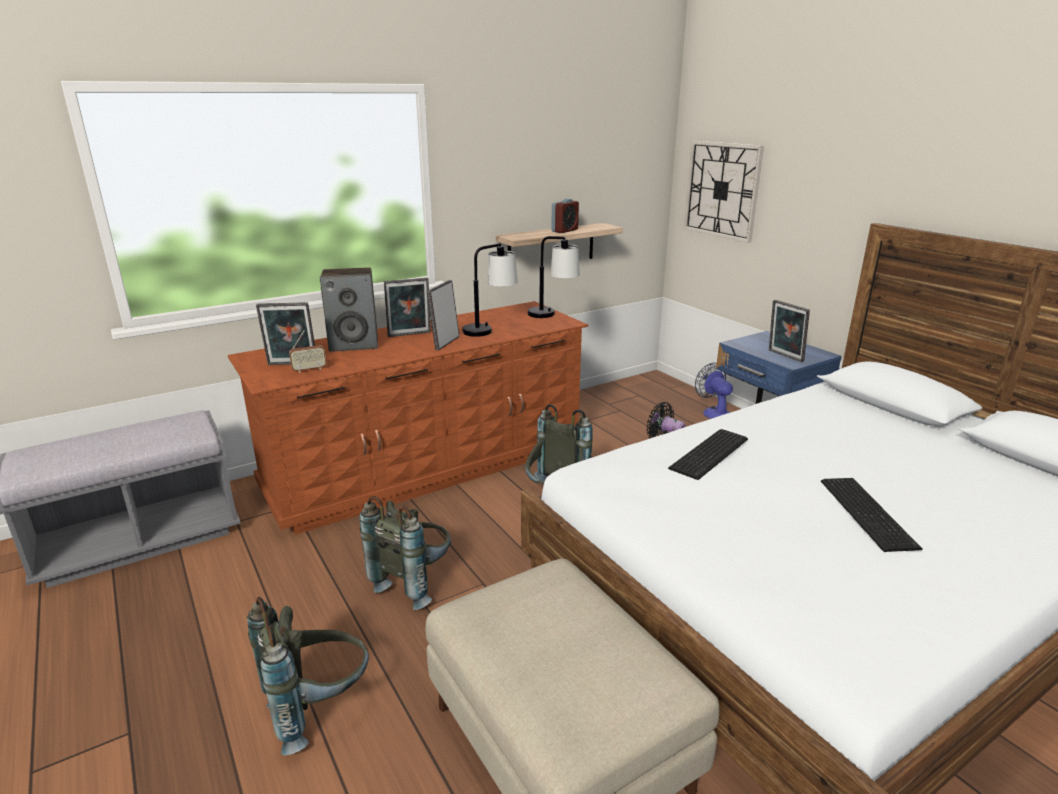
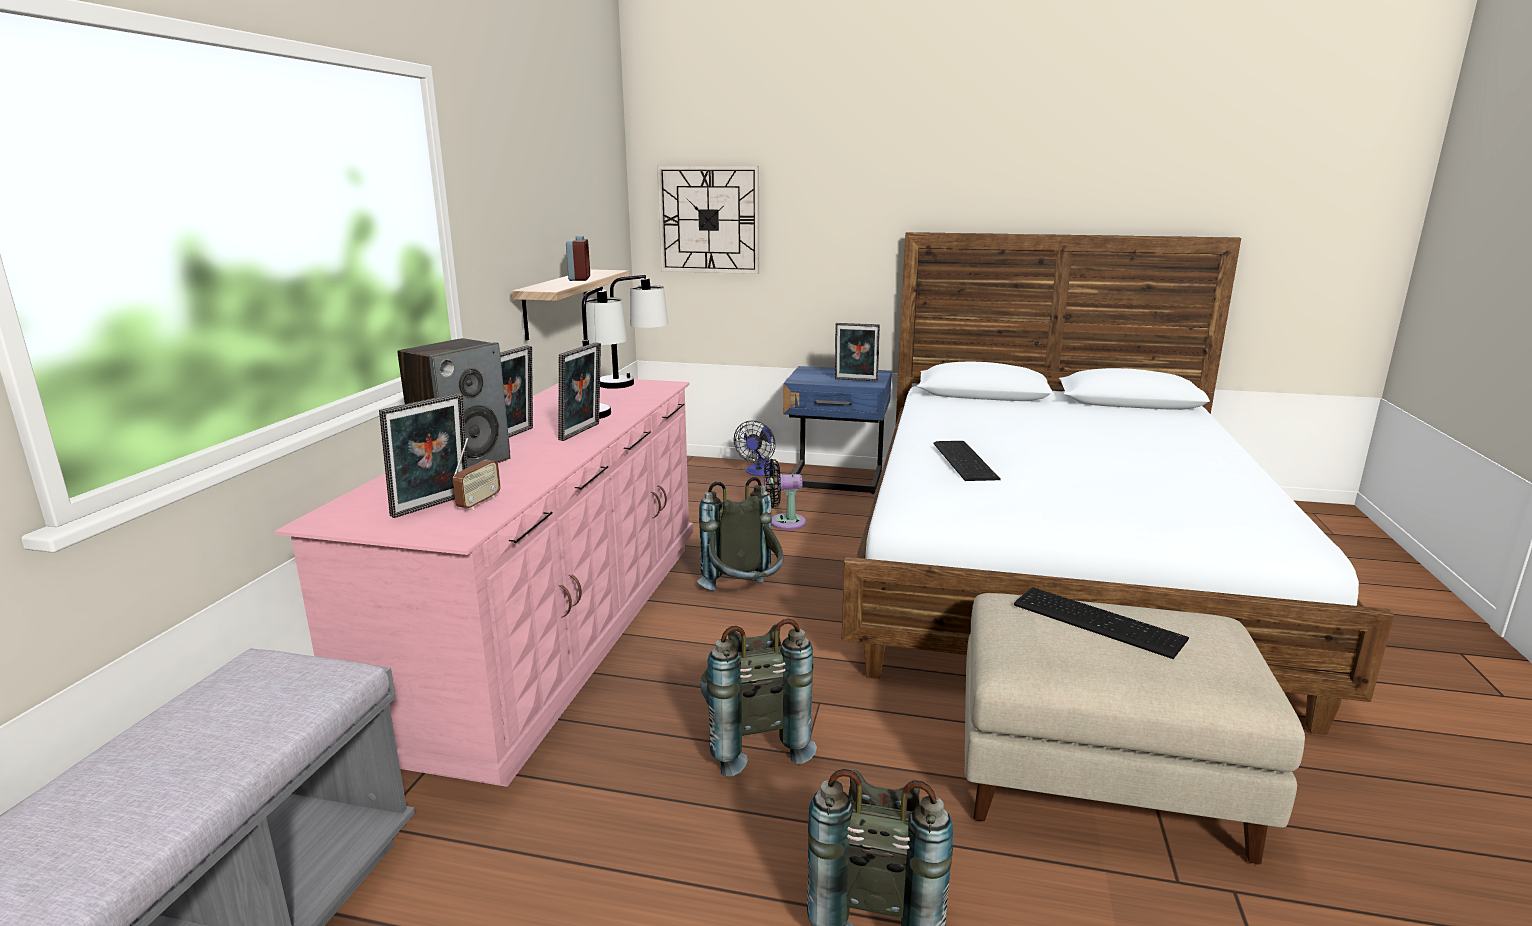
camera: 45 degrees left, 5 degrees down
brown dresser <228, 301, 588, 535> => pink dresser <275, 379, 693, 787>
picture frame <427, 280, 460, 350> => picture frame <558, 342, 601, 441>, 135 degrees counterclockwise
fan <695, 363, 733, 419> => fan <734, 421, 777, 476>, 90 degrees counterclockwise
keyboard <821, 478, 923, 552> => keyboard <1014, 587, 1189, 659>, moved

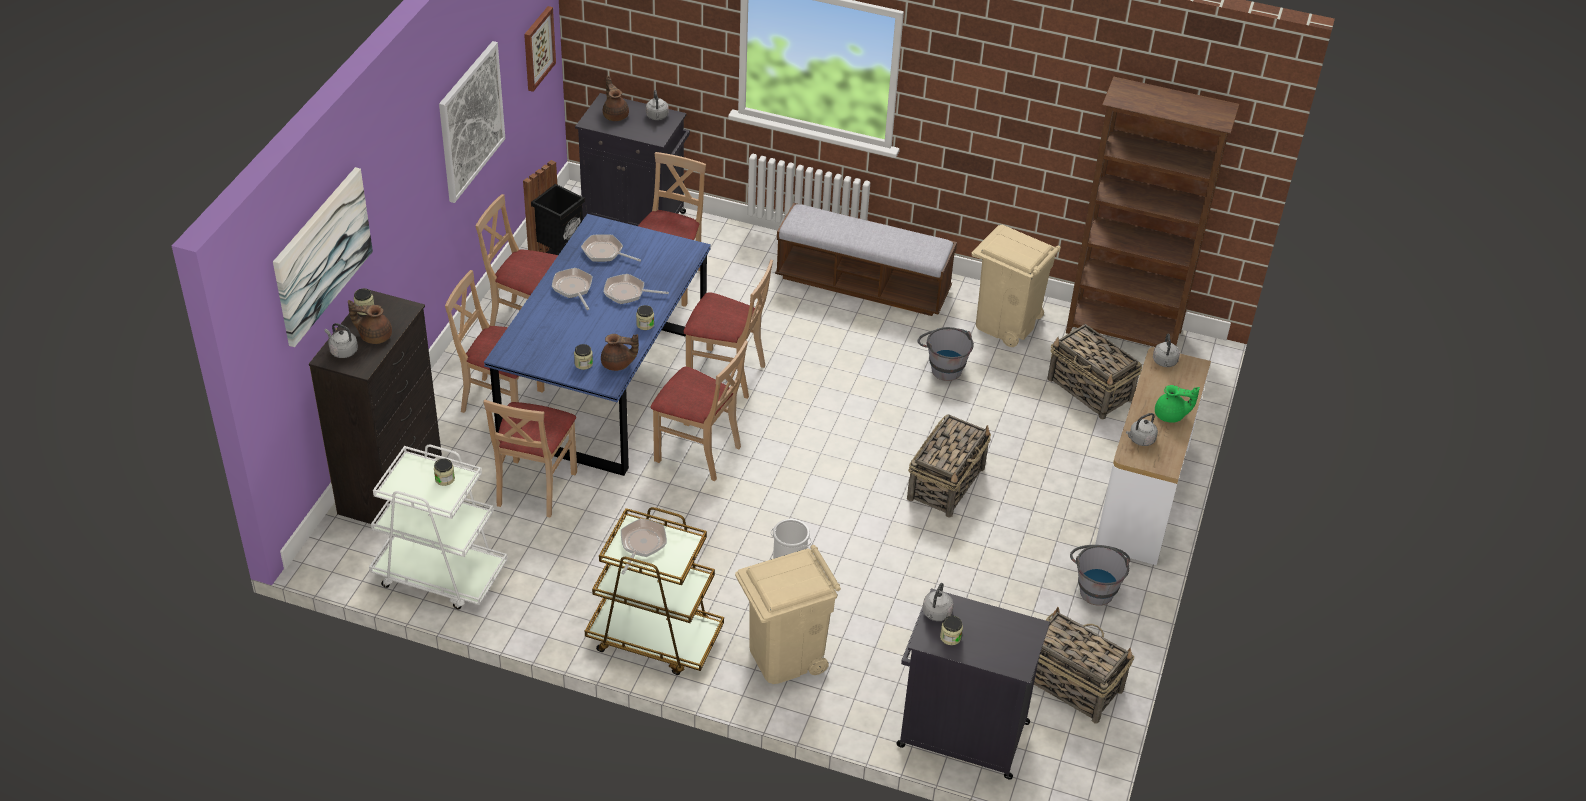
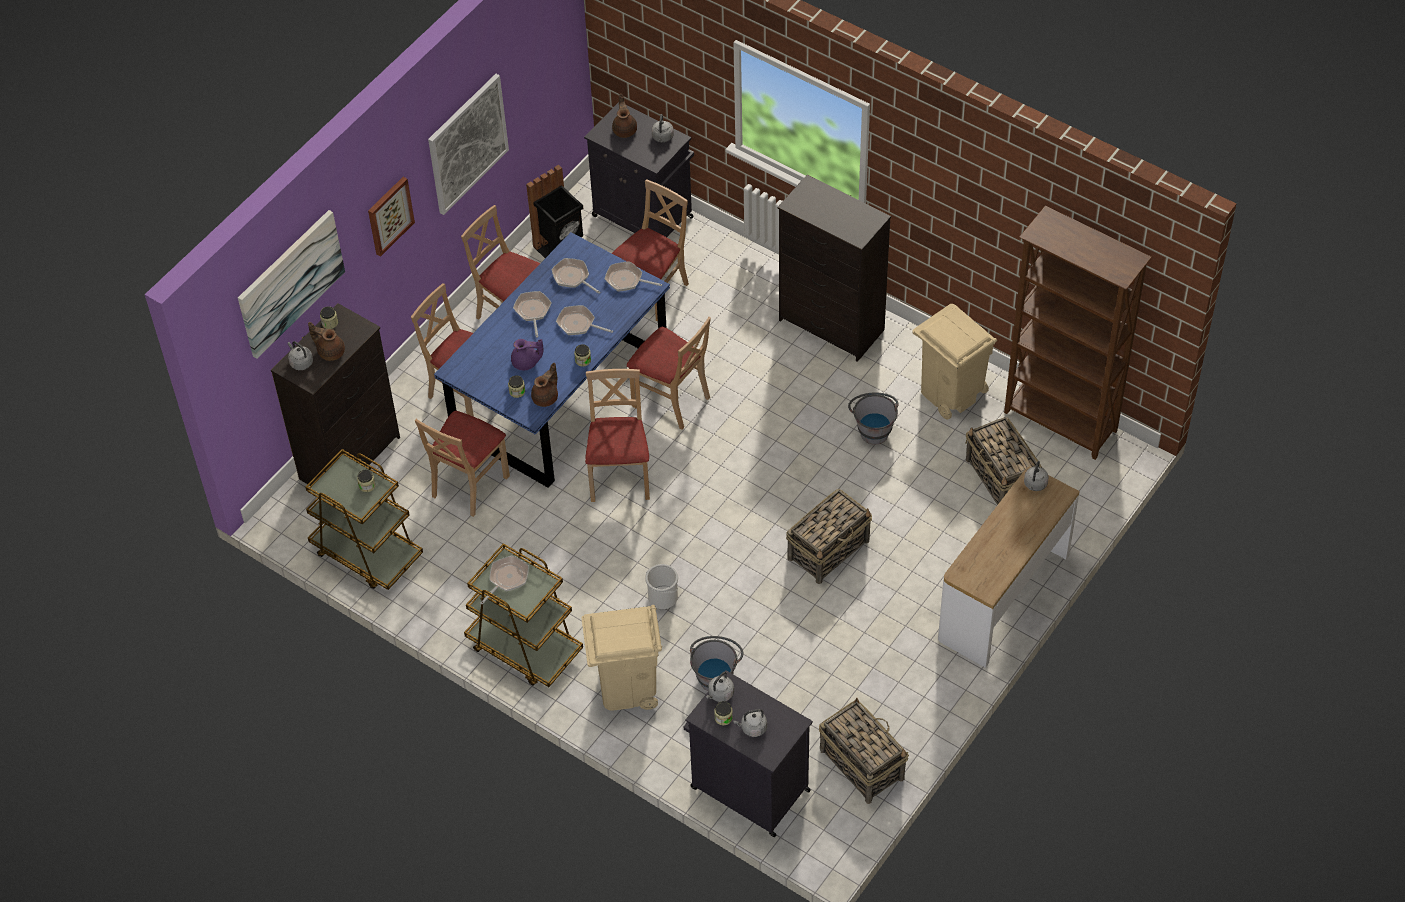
camera: 20 degrees right, 10 degrees up
white cart <369, 444, 508, 609> => brown cart <306, 449, 423, 590>
picture <524, 6, 556, 92> => picture <368, 177, 415, 257>, moved
brown teapot <601, 334, 639, 371> => brown teapot <531, 363, 558, 407>, 75 degrees counterclockwise
beige chair <651, 340, 748, 481> => beige chair <585, 369, 650, 502>, 135 degrees counterclockwise
bench <775, 203, 957, 316> => black dresser <778, 175, 891, 362>
grey bucket <1070, 545, 1130, 606> => grey bucket <690, 636, 743, 691>, moved
grey kettle <1126, 413, 1158, 446> => grey kettle <733, 709, 767, 737>, moved
green teapot <1155, 385, 1200, 423> => nothing
nothing => purple teapot <511, 339, 543, 370>
nothing => frying pan <605, 261, 662, 292>

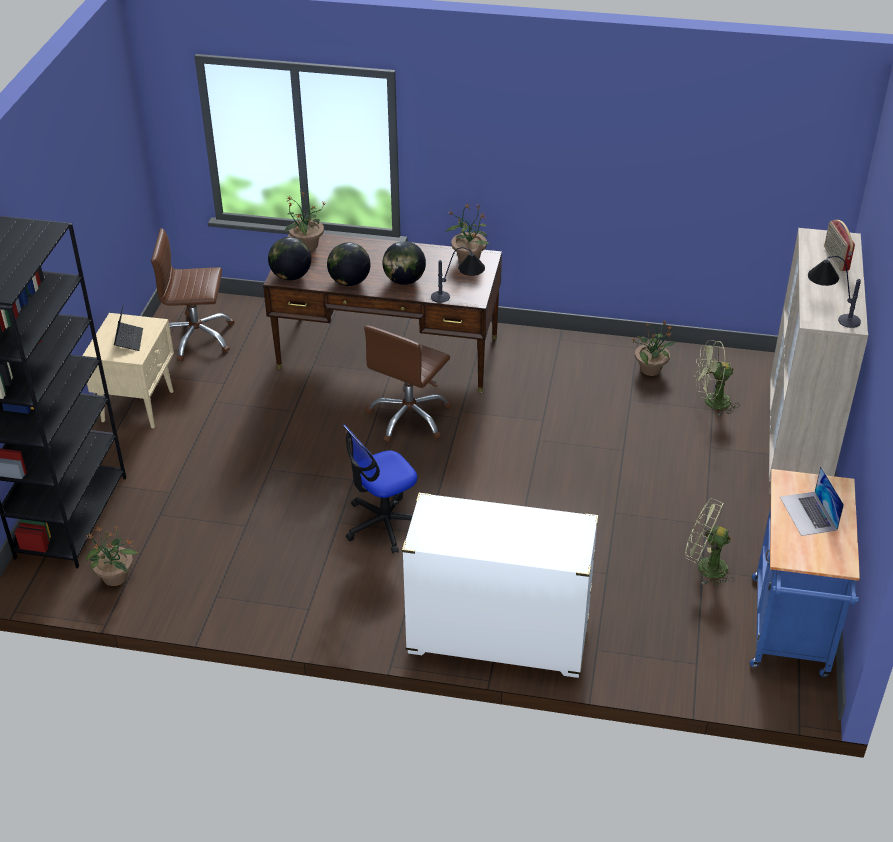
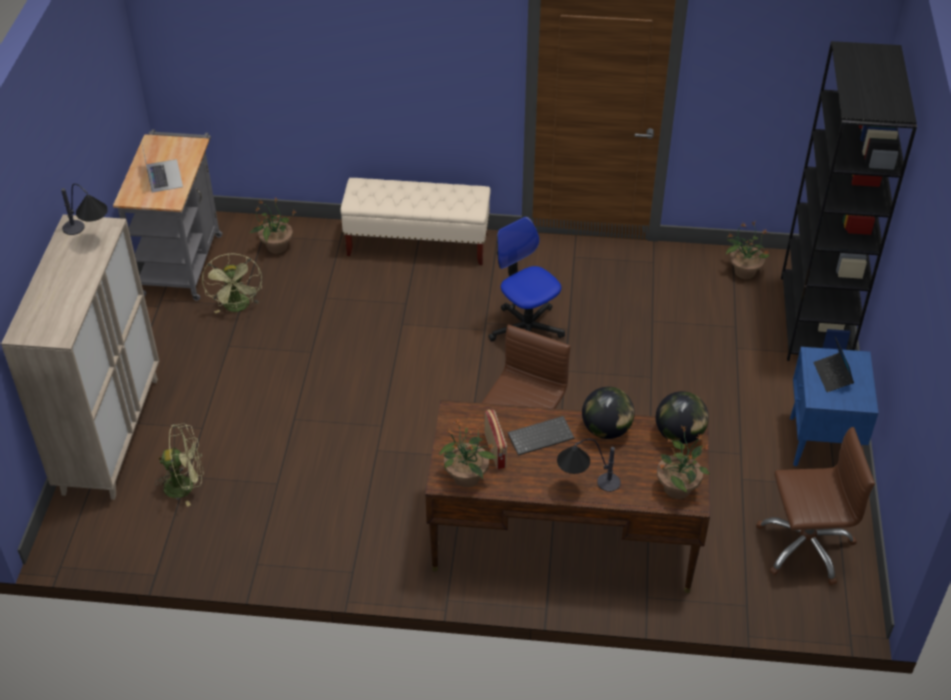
camera: 175 degrees right, 5 degrees up
beige nightstand <82, 313, 174, 428> => blue nightstand <790, 347, 879, 466>
office chair <343, 424, 417, 553> => office chair <488, 216, 565, 341>, 90 degrees counterclockwise
globe <383, 241, 426, 285> => keyboard <508, 416, 574, 456>
white dresser <402, 493, 598, 678> => beige bench <341, 178, 491, 265>
table lamp <431, 247, 485, 303> => table lamp <557, 439, 621, 492>, moved
potted plant <631, 321, 677, 376> => potted plant <250, 198, 297, 254>, moved
green fan <685, 498, 734, 587> => green fan <202, 254, 262, 314>, 60 degrees clockwise
blue cart <750, 469, 860, 677> => grey cart <113, 129, 222, 301>
radio <824, 220, 855, 271> => radio <485, 410, 507, 470>, moved

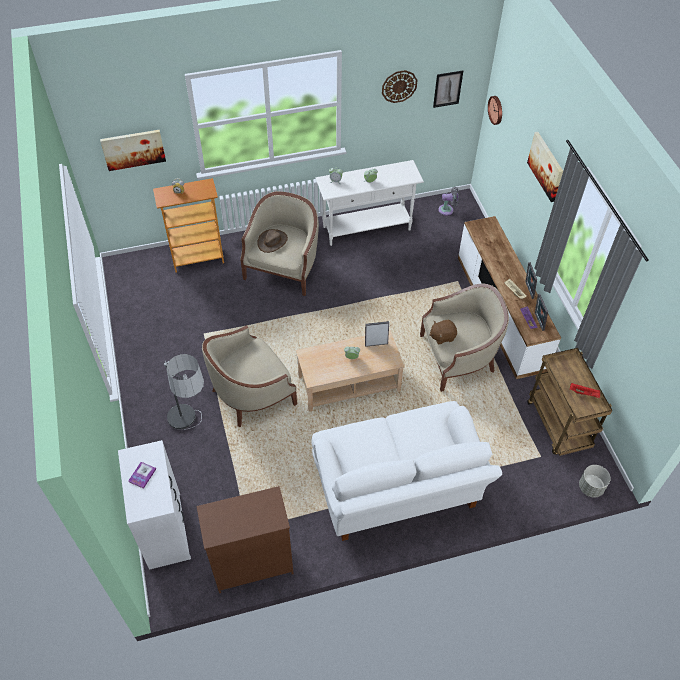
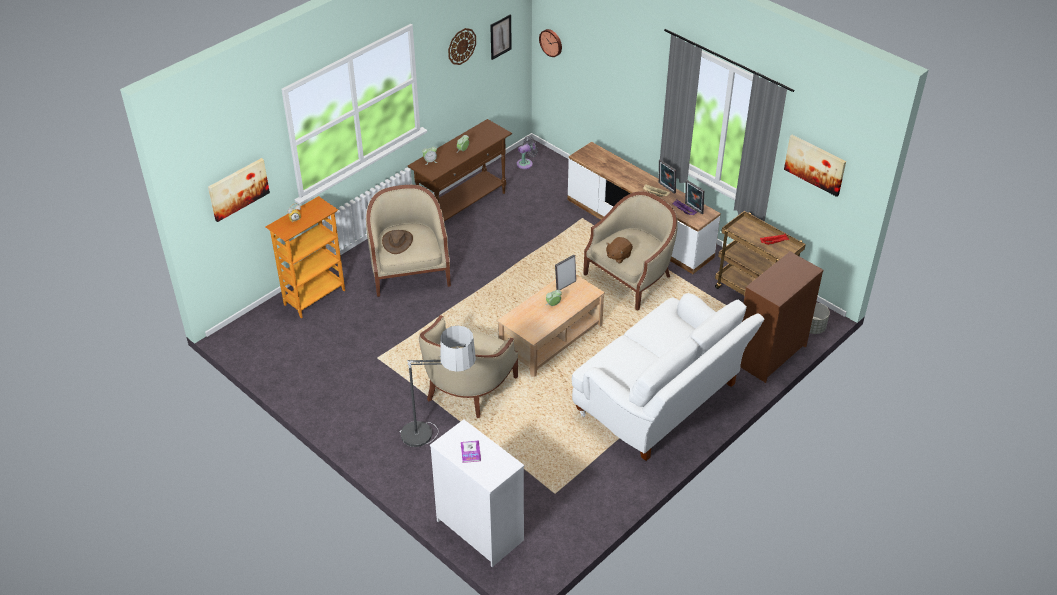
camera: 30 degrees left, 10 degrees down
brown dresser <197, 486, 294, 593> => brown dresser <740, 252, 824, 383>, moved
white console table <316, 160, 424, 246> => brown console table <408, 119, 512, 222>
picture <527, 132, 563, 202> => picture <784, 135, 846, 197>, moved

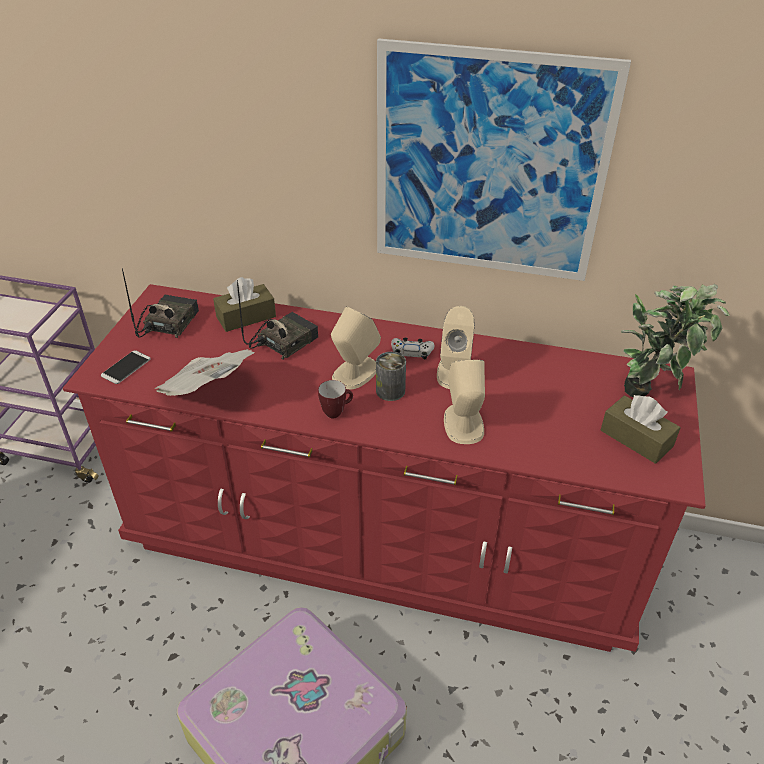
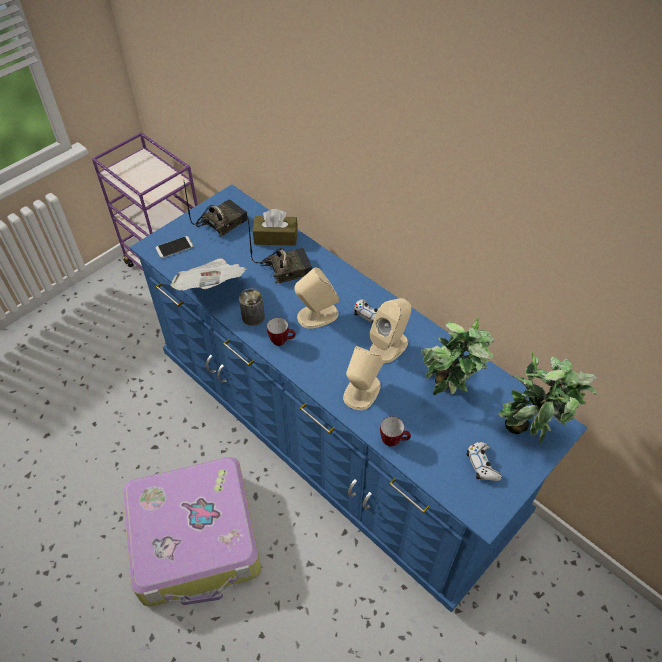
camera: 30 degrees right, 10 degrees up
red dresser <63, 284, 706, 652> => blue dresser <130, 184, 587, 612>
can <376, 352, 406, 401> => can <239, 289, 265, 326>, moved
picture <377, 38, 631, 281> => nothing
brown tissue box <601, 395, 681, 464> => white game controller <466, 442, 502, 481>
nothing => mug <380, 416, 411, 447>
nothing => potted plant <421, 318, 495, 395>

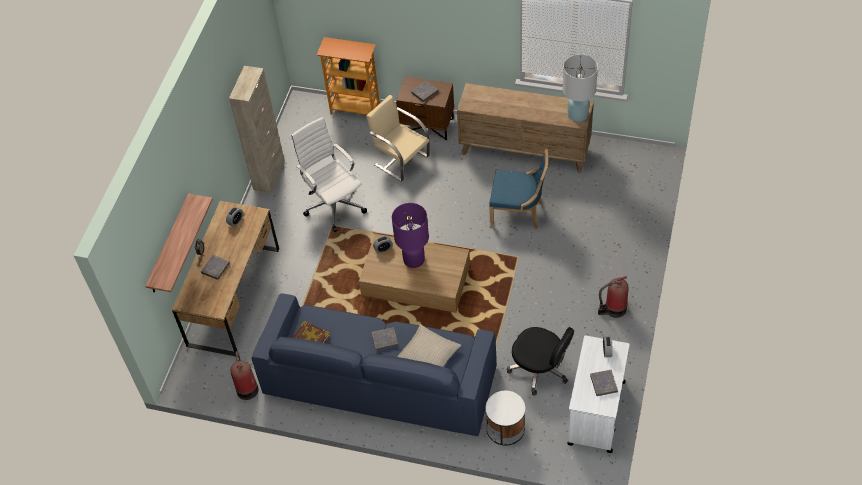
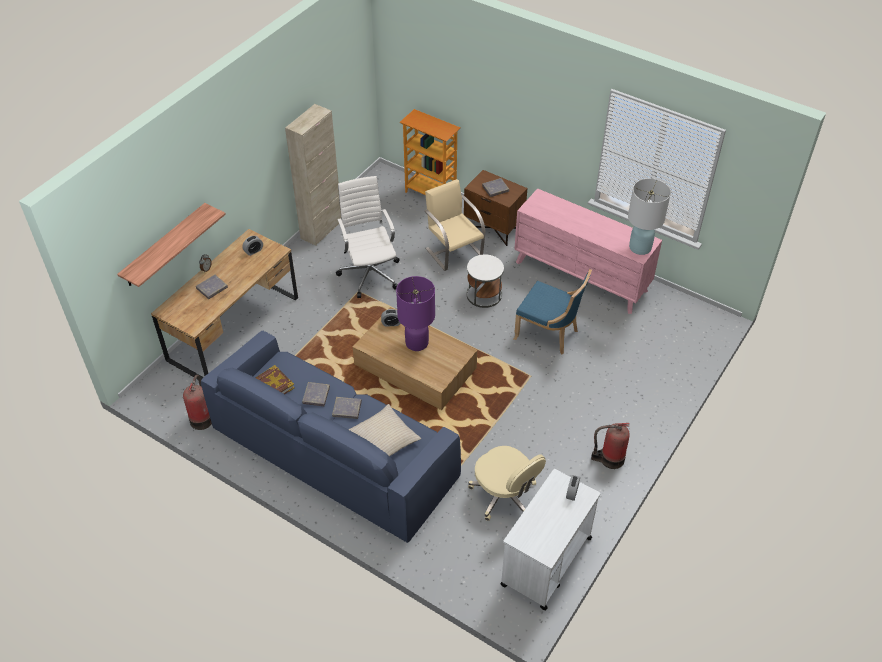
camera: 15 degrees right, 5 degrees down
brown dresser <457, 83, 594, 173> => pink dresser <514, 188, 662, 314>
white side table <486, 391, 525, 446> => white side table <467, 254, 504, 308>, moved
black office chair <507, 327, 574, 395> => beige office chair <468, 446, 546, 521>
grey book <590, 370, 618, 396> => grey book <302, 382, 330, 406>, moved

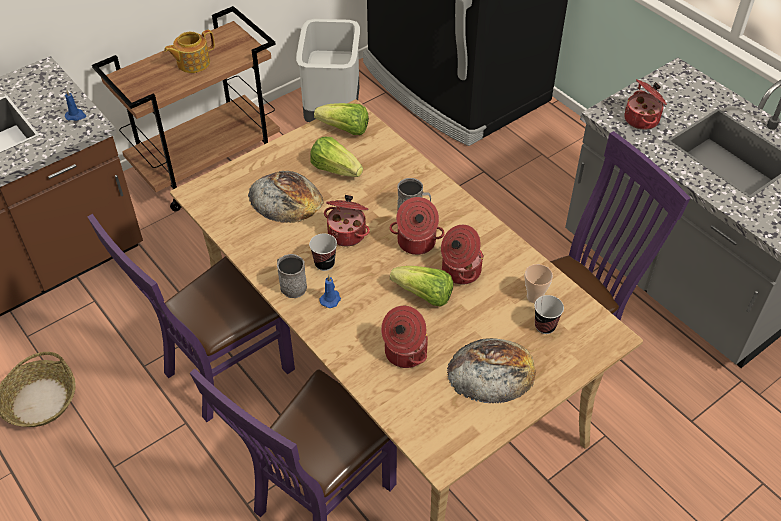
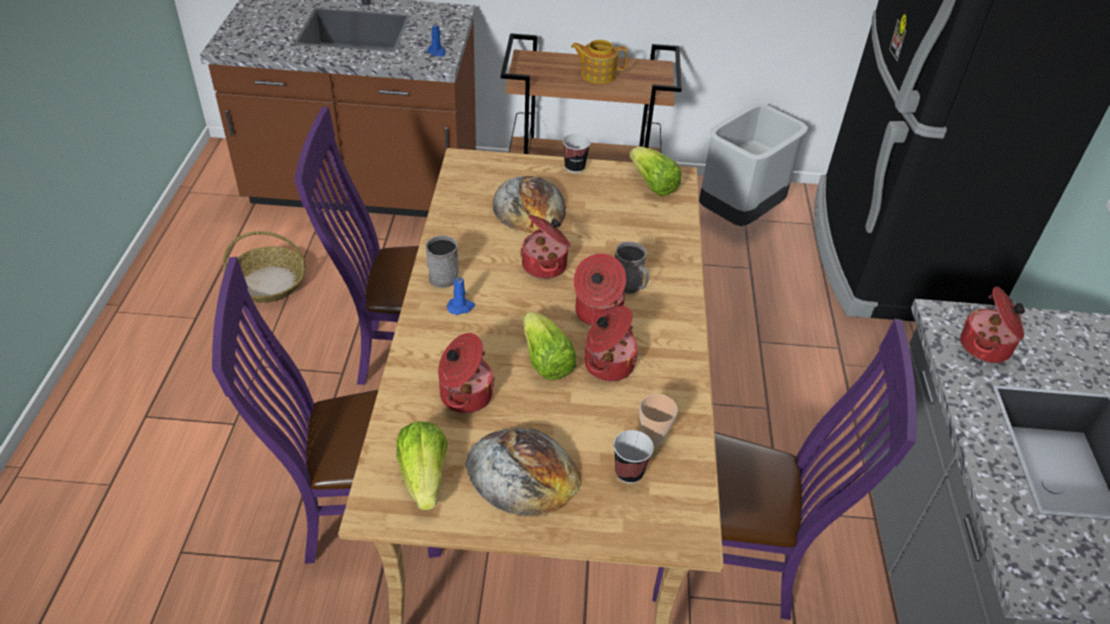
camera: 40 degrees right, 5 degrees down
cup <309, 233, 337, 271> => cup <563, 134, 591, 173>, moved
lettuce <310, 137, 363, 177> => lettuce <396, 421, 448, 510>, moved

